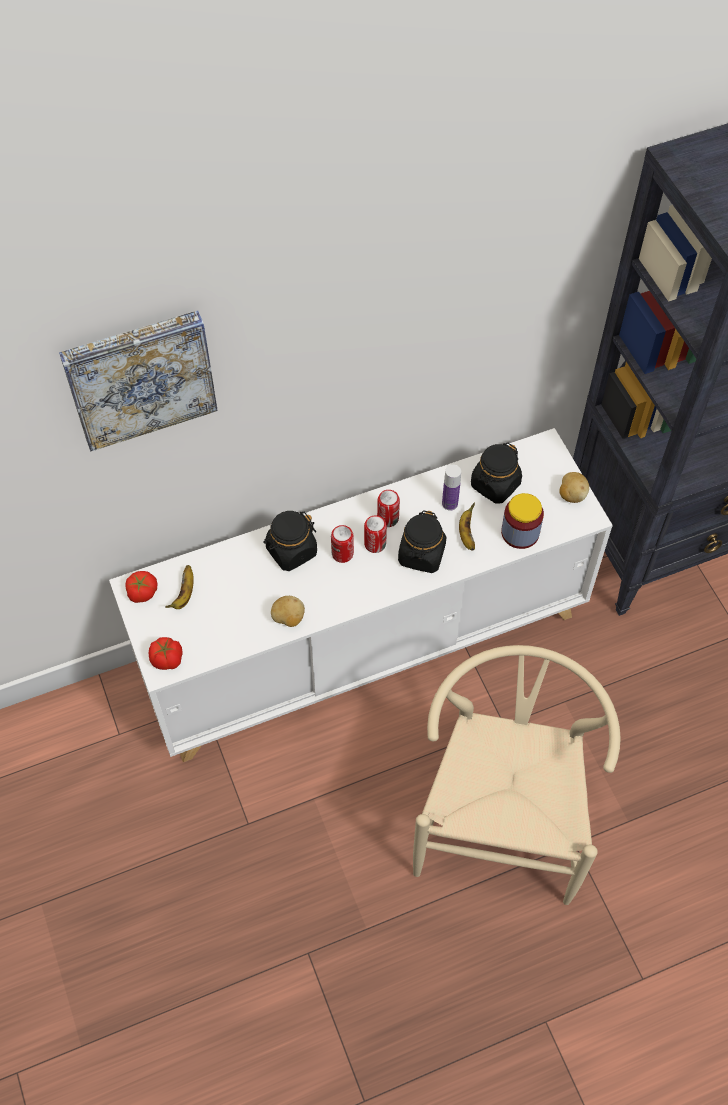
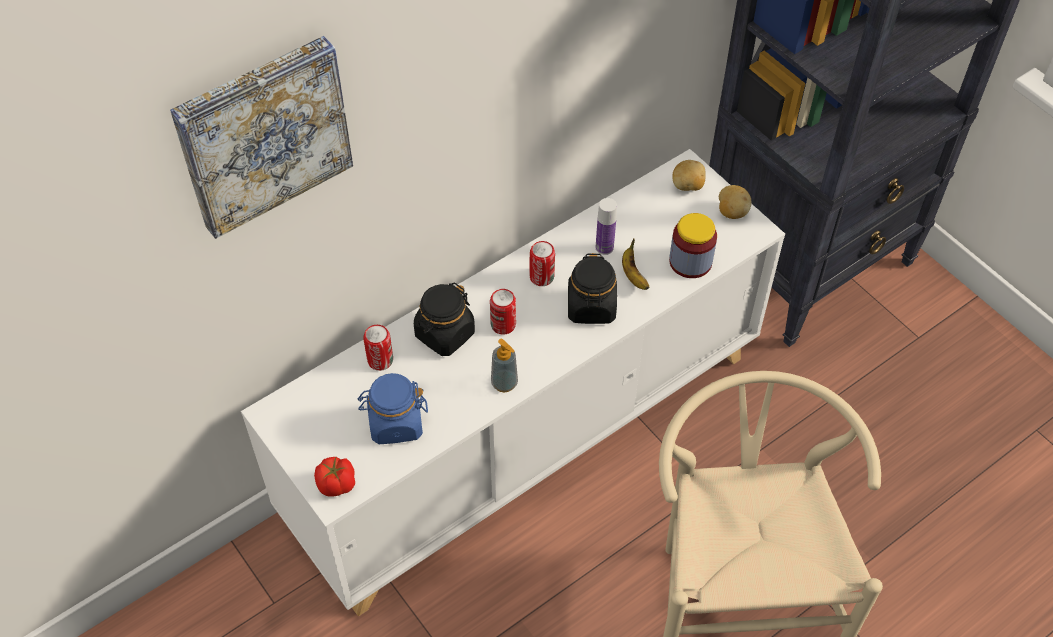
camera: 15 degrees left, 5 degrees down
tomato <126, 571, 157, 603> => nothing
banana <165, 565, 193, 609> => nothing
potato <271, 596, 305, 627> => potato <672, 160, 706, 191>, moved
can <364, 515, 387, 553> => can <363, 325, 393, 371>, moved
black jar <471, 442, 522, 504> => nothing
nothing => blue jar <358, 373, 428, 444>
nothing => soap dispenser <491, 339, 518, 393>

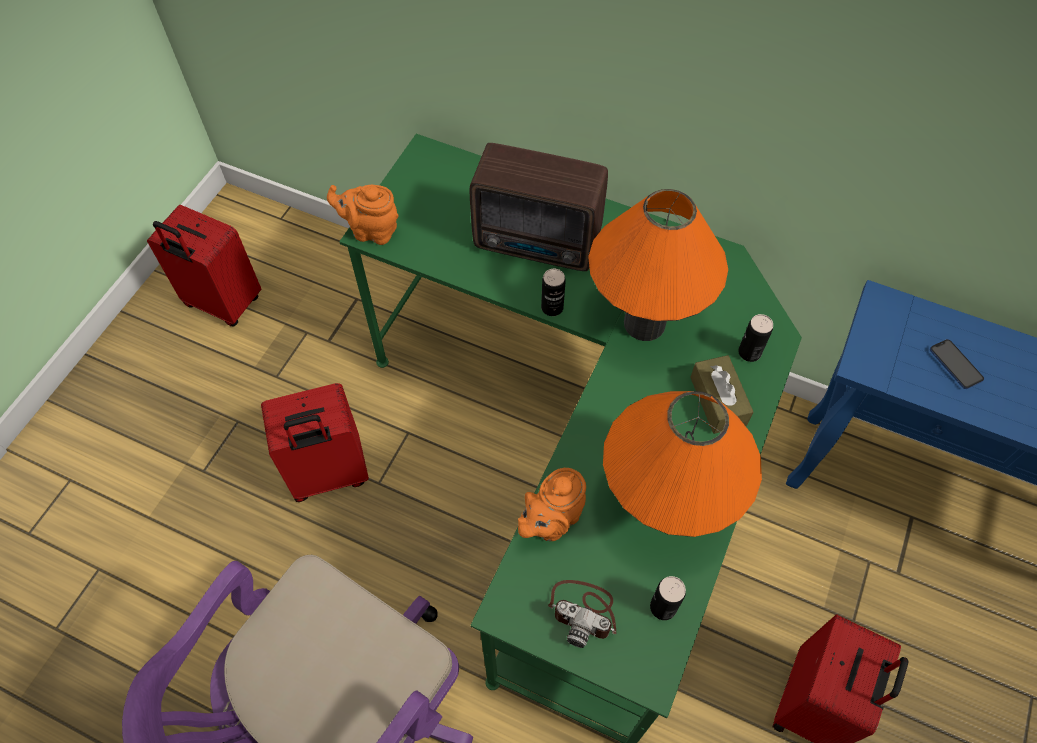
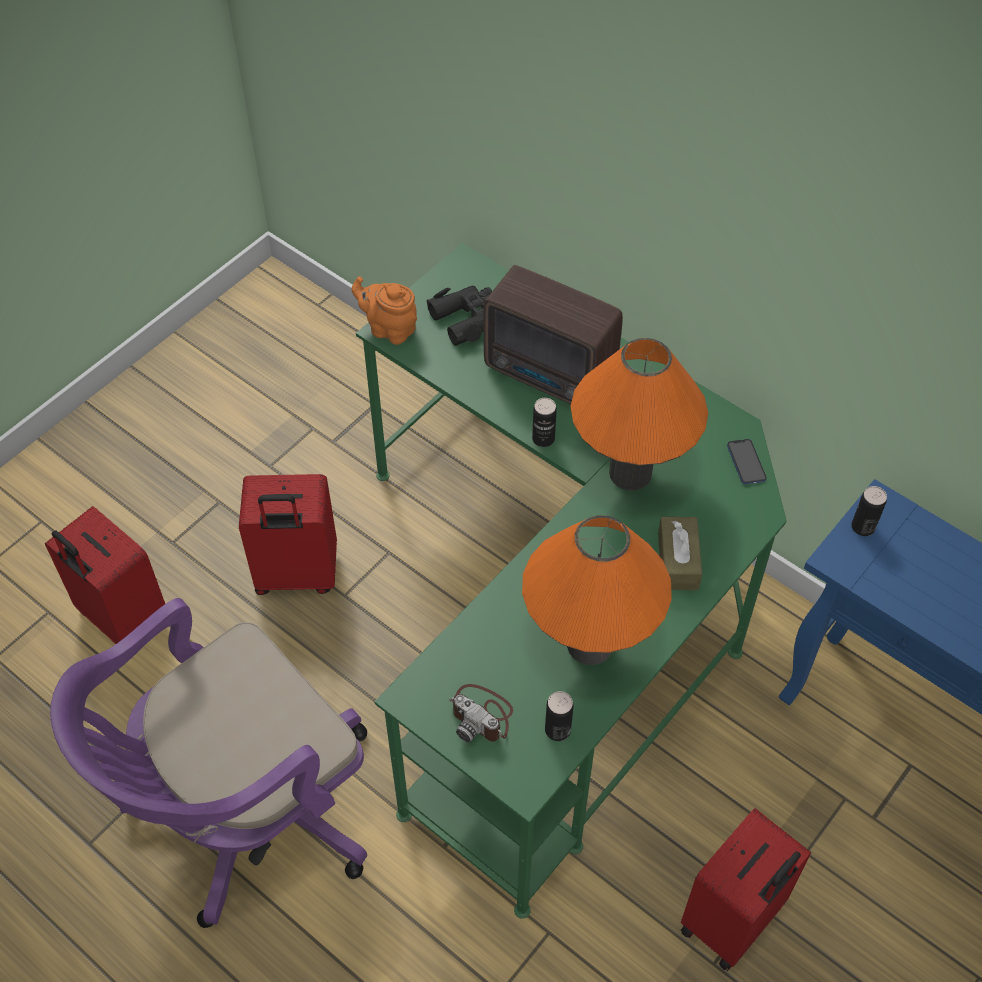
camera: 15 degrees right, 5 degrees down
red suitcase <147, 205, 261, 326> => red suitcase <45, 506, 165, 644>, moved
orange teapot <518, 468, 586, 541> => nothing
can <738, 314, 773, 362> => can <851, 486, 887, 536>, moved
phone <930, 339, 984, 389> => phone <727, 439, 767, 485>, moved
nothing => black binoculars <426, 285, 492, 346>

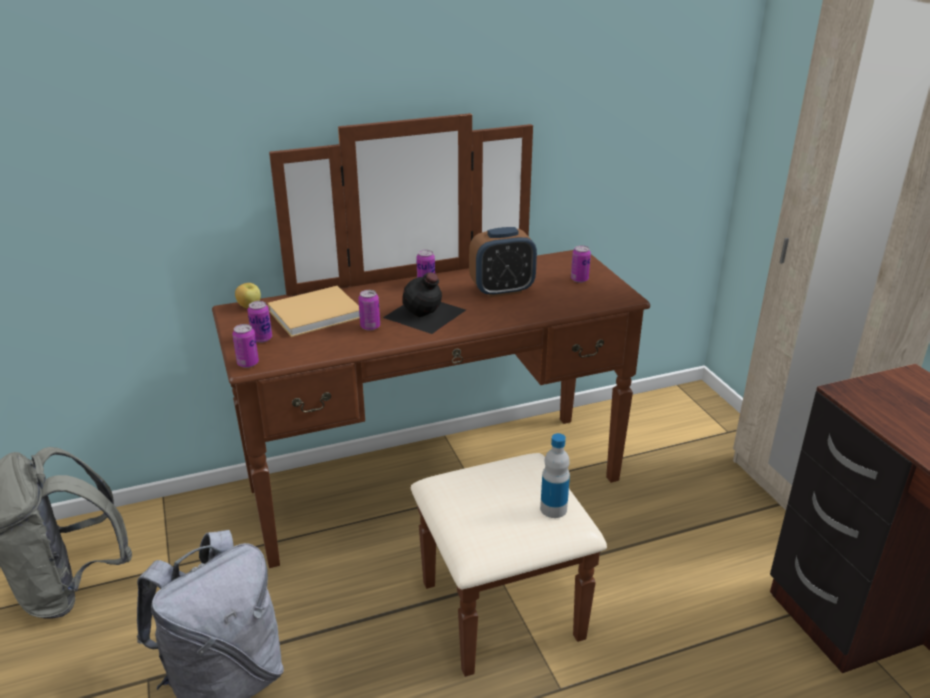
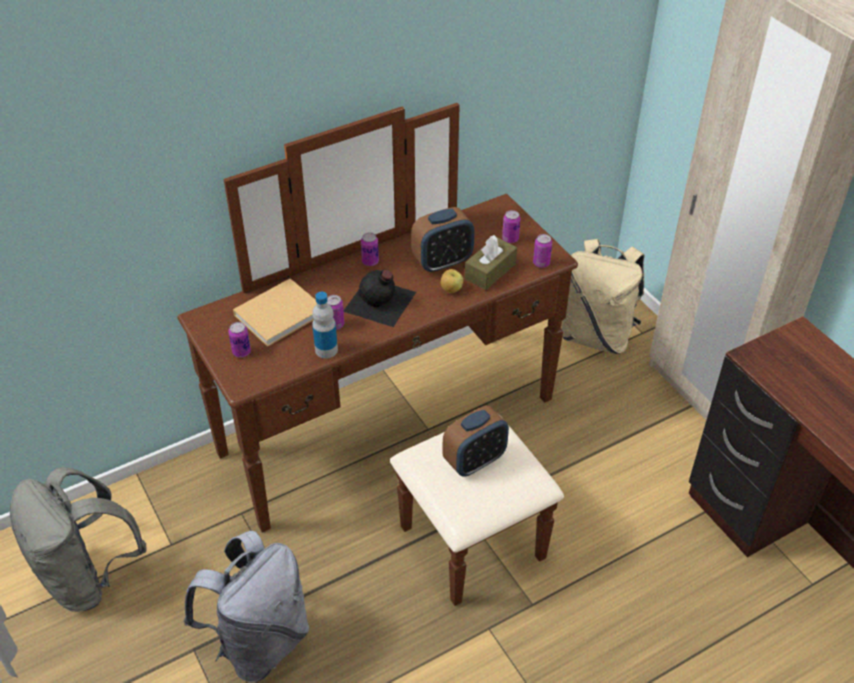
camera: 10 degrees left, 15 degrees up
can <232, 324, 259, 368> => can <533, 234, 552, 268>, moved
apple <235, 283, 261, 308> => apple <441, 269, 463, 293>, moved
bottle <540, 433, 570, 518> => bottle <312, 292, 338, 359>, moved
nothing => alarm clock <442, 406, 509, 477>
nothing => brown tissue box <465, 235, 517, 290>
nothing => beige backpack <562, 239, 645, 354>

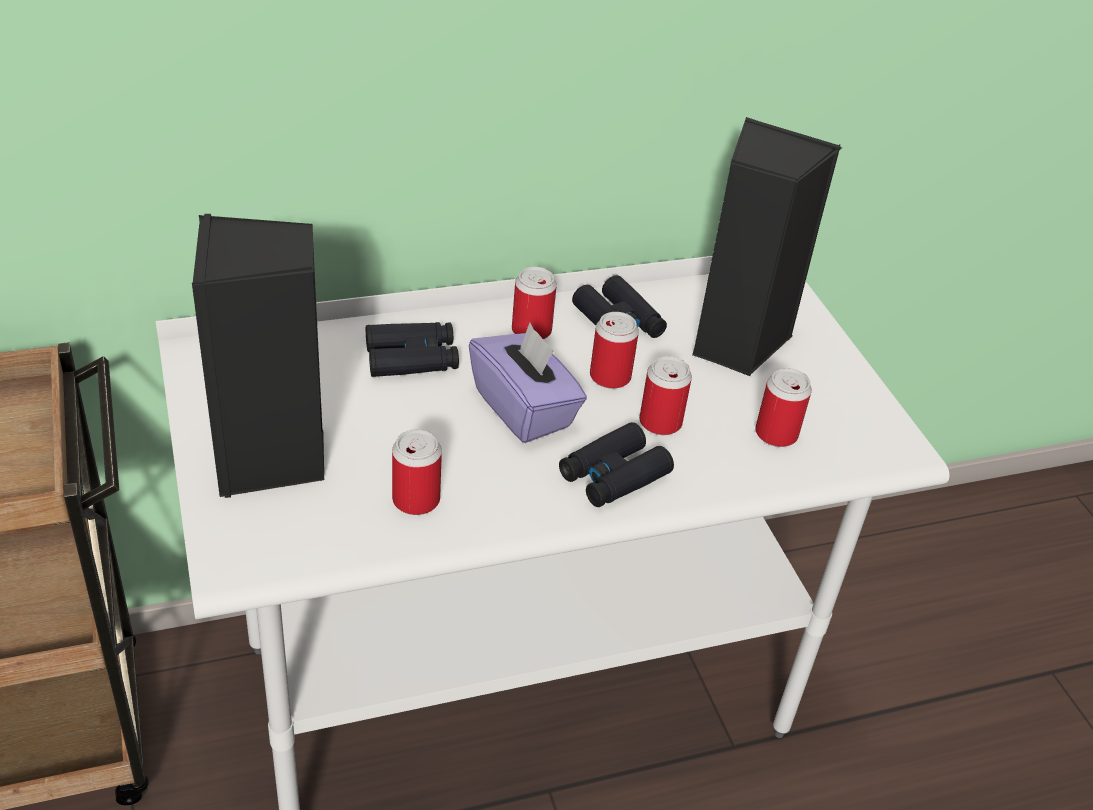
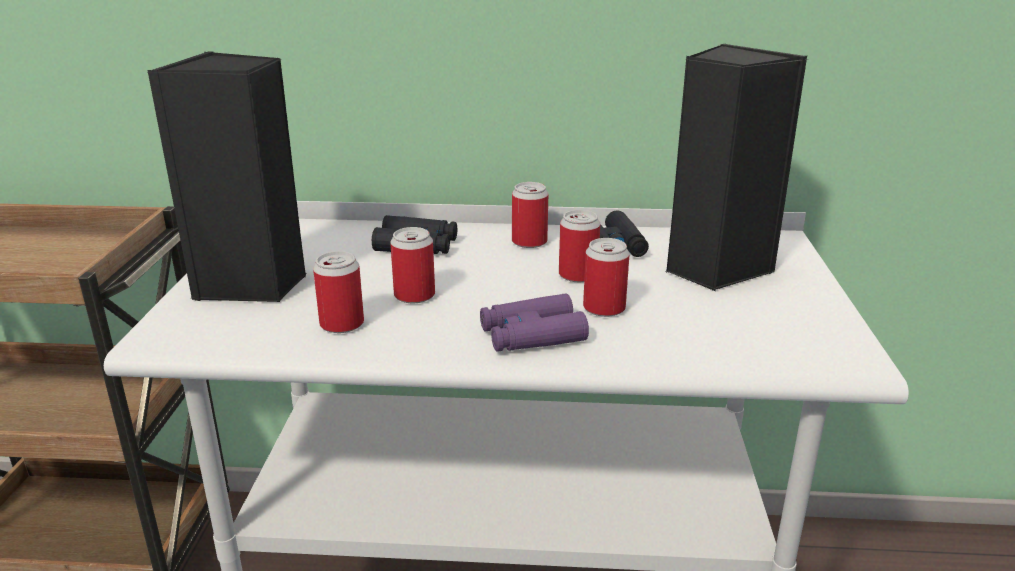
camera: 25 degrees right, 15 degrees down
purple tissue box <469, 323, 587, 443> => nothing
black binoculars <559, 422, 674, 507> => purple binoculars <480, 293, 589, 352>
can <755, 368, 812, 447> => can <390, 227, 435, 303>, moved

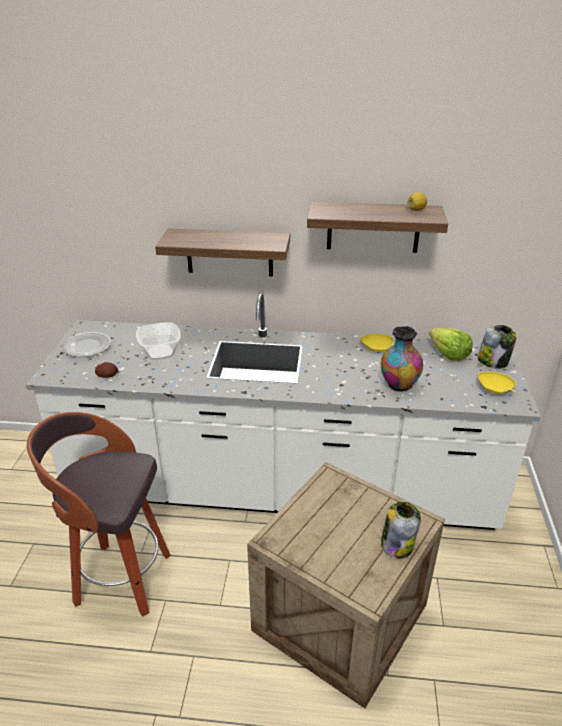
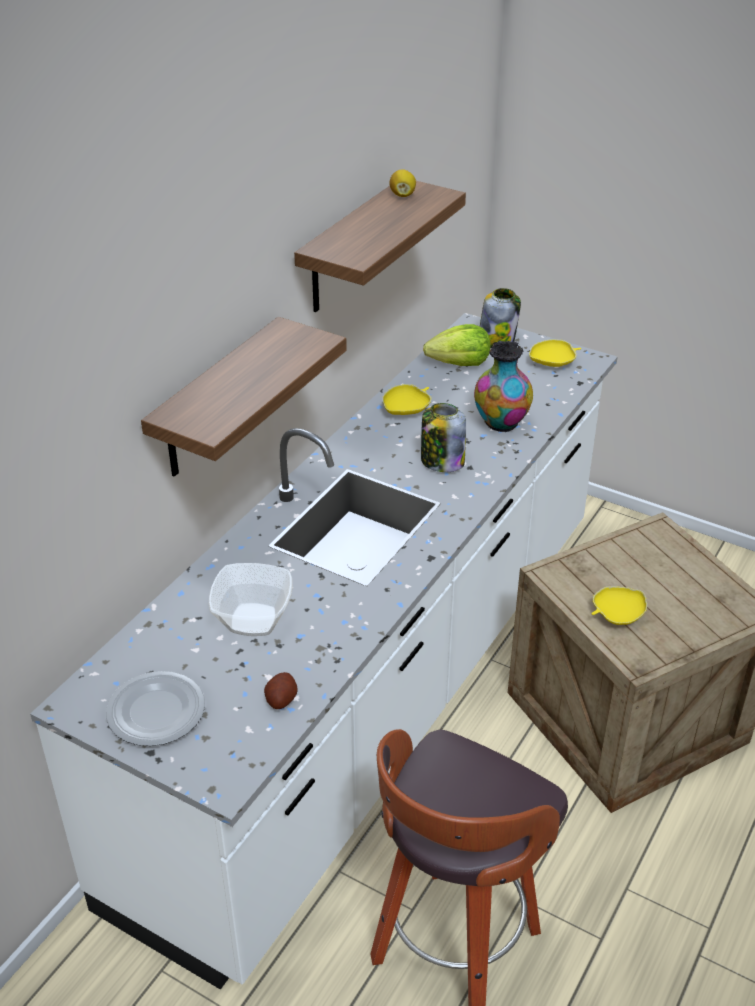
camera: 65 degrees left, 5 degrees up
jar <381, 502, 421, 558> => jar <421, 403, 466, 472>, moved
nothing => yellow bowl <592, 587, 647, 625>

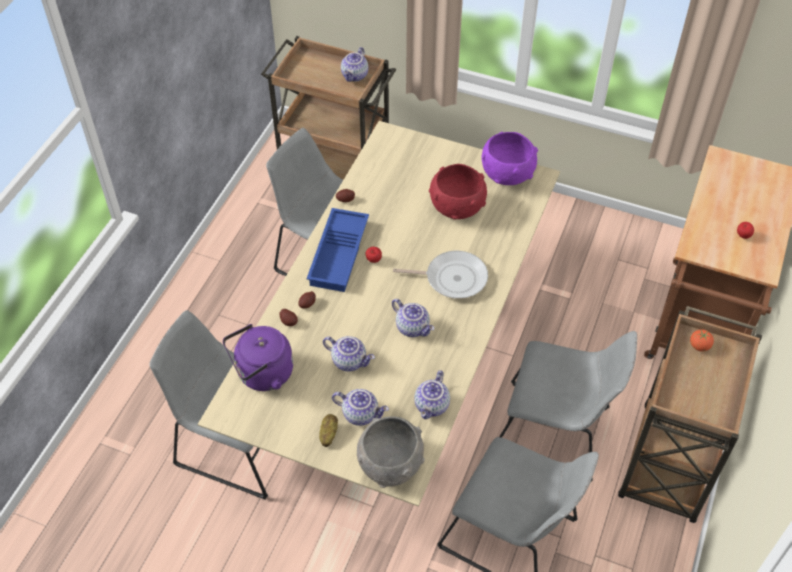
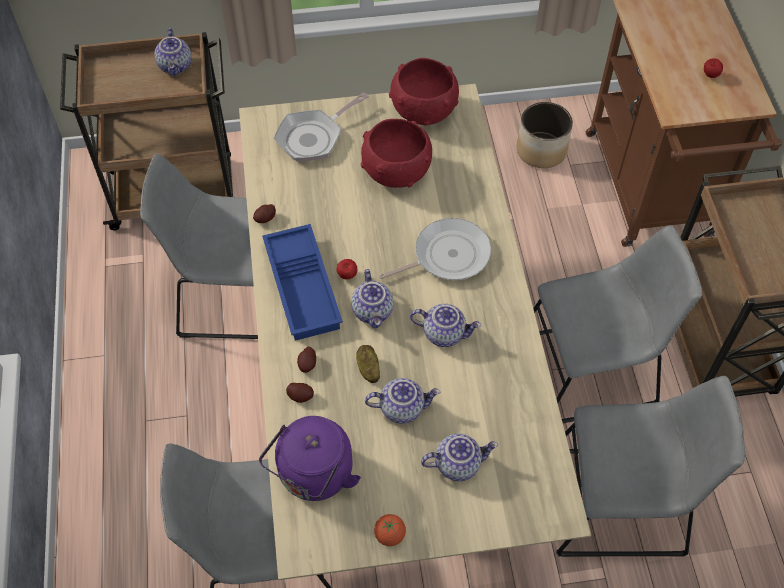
camera: 30 degrees left, 5 degrees up
potato <319, 414, 338, 447> => potato <356, 345, 380, 383>, moved
grey bowl <357, 416, 425, 488> => nothing
teapot <414, 370, 450, 419> => teapot <351, 269, 394, 328>, moved
purple bowl <481, 132, 538, 185> => red bowl <389, 58, 459, 126>
tomato <690, 329, 714, 352> => tomato <374, 514, 406, 546>, moved
nothing => frying pan <274, 92, 369, 162>
nothing => planter <517, 102, 573, 168>

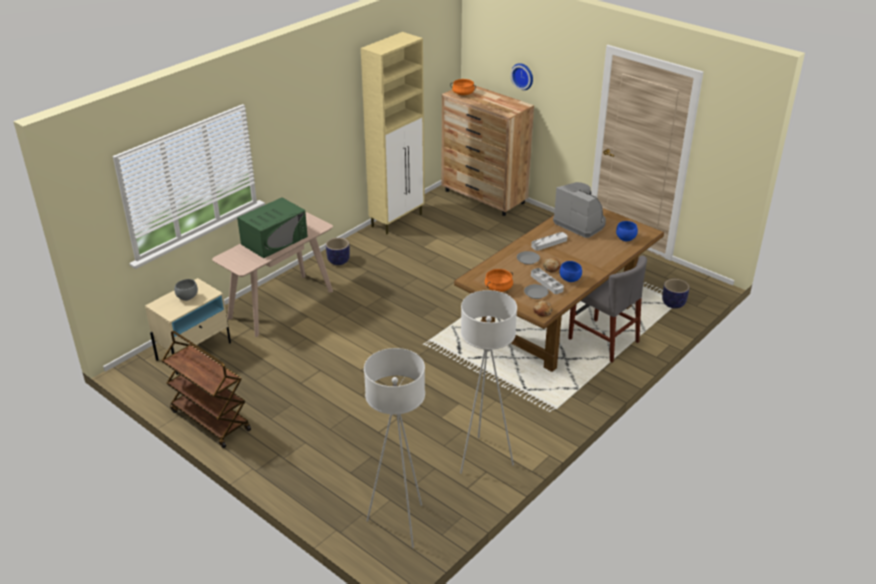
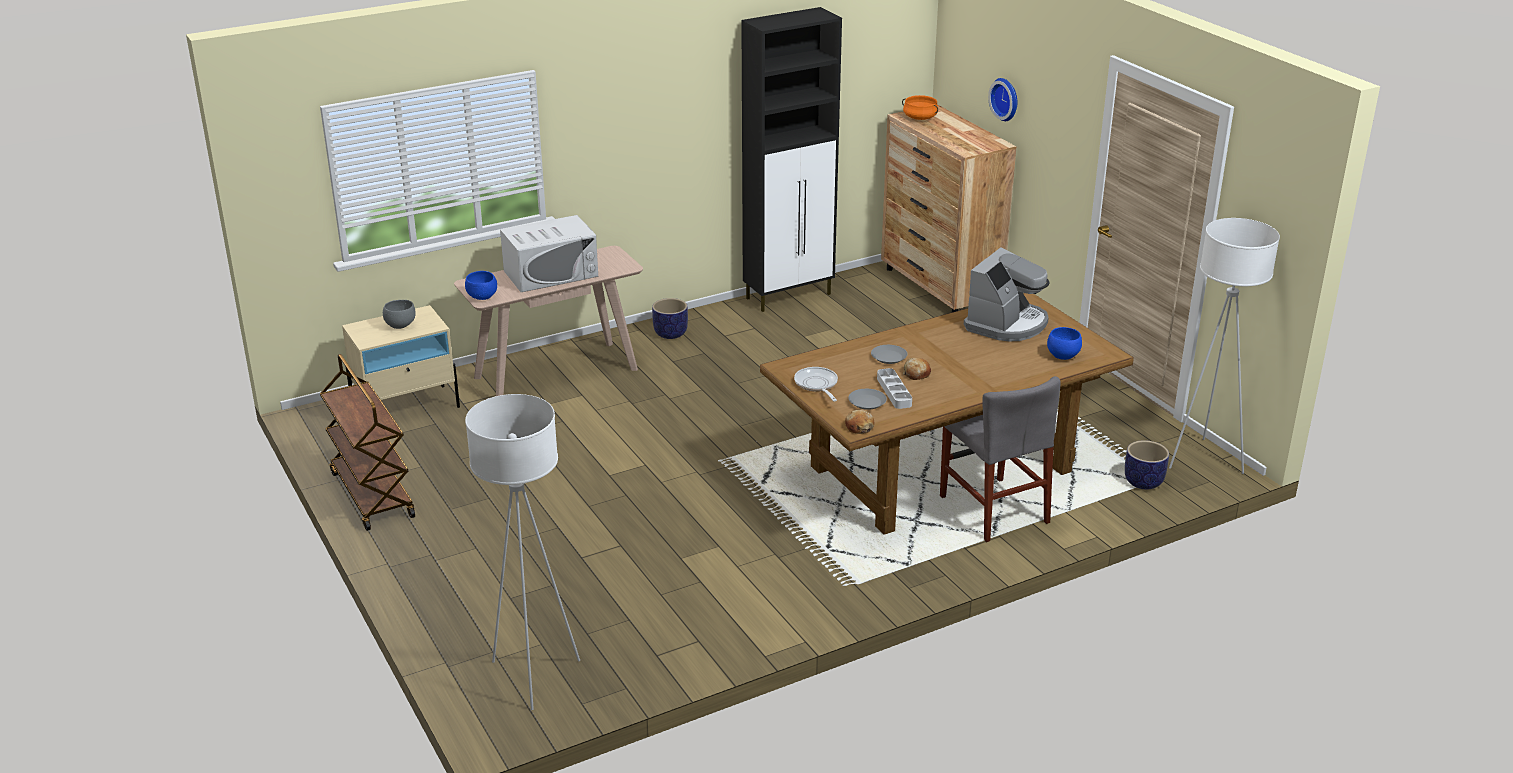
camera: 20 degrees right, 5 degrees down
green microwave <237, 198, 308, 258> => white microwave <500, 215, 598, 292>
beige cabinet <361, 32, 425, 234> => black cabinet <741, 7, 842, 312>
white floor lamp <460, 290, 517, 474> => white floor lamp <1169, 218, 1280, 474>, moved
orange cooking pot <485, 269, 513, 292> => frying pan <794, 367, 838, 401>
grey tray <531, 232, 567, 251> => nothing
coffee machine <553, 182, 606, 238> => coffee machine <964, 247, 1050, 341>, 60 degrees clockwise
blue bowl <560, 261, 582, 282> => blue bowl <465, 271, 497, 300>, moved

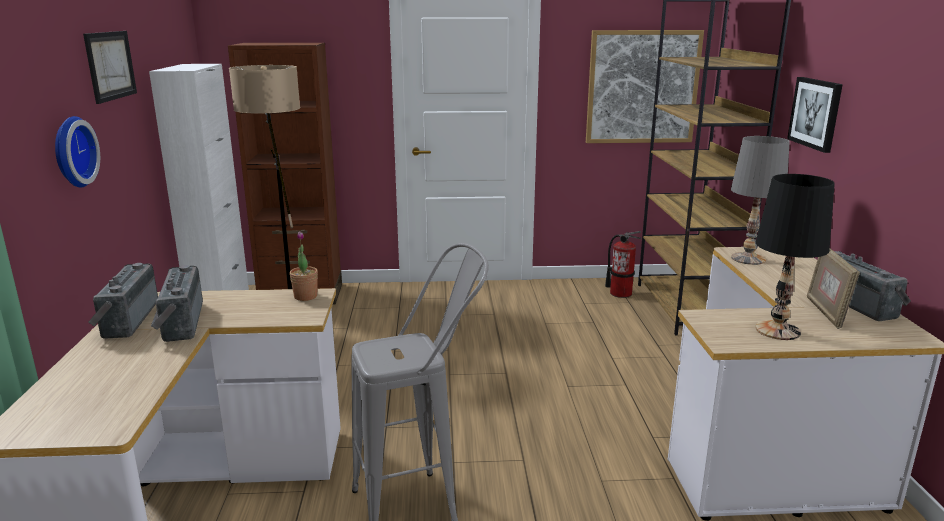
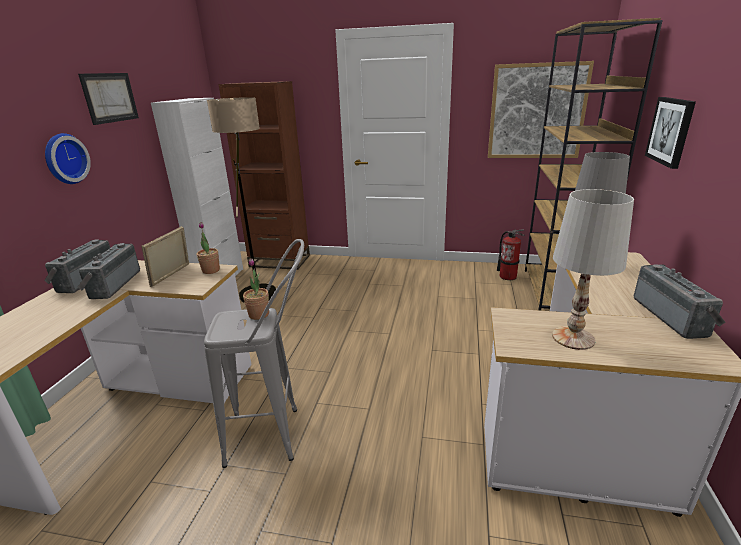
camera: 15 degrees right, 5 degrees up
black table lamp <755, 174, 835, 340> => white table lamp <552, 189, 634, 350>
picture frame <807, 249, 860, 329> => picture frame <141, 226, 189, 287>, moved
nothing => potted plant <243, 258, 269, 320>

